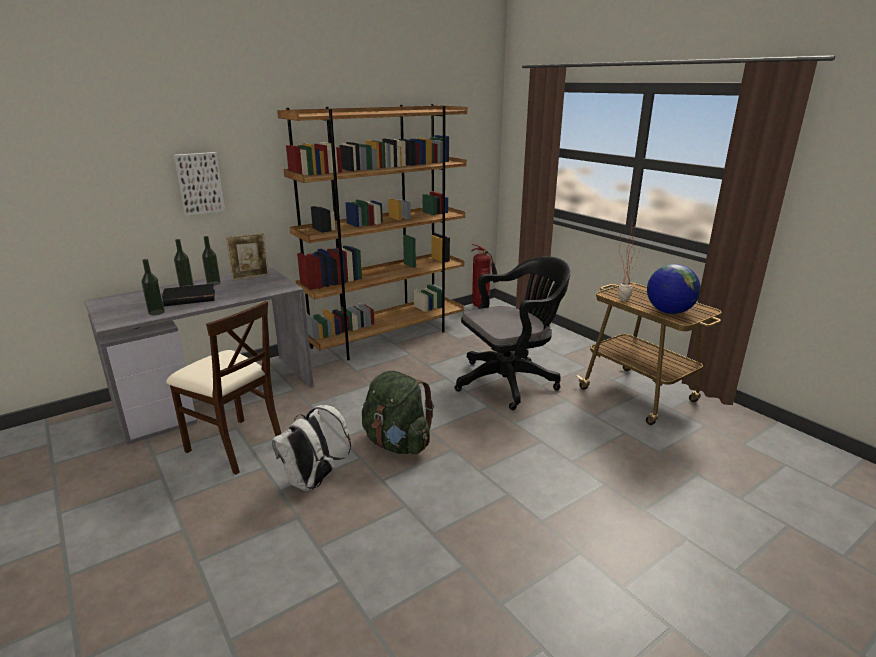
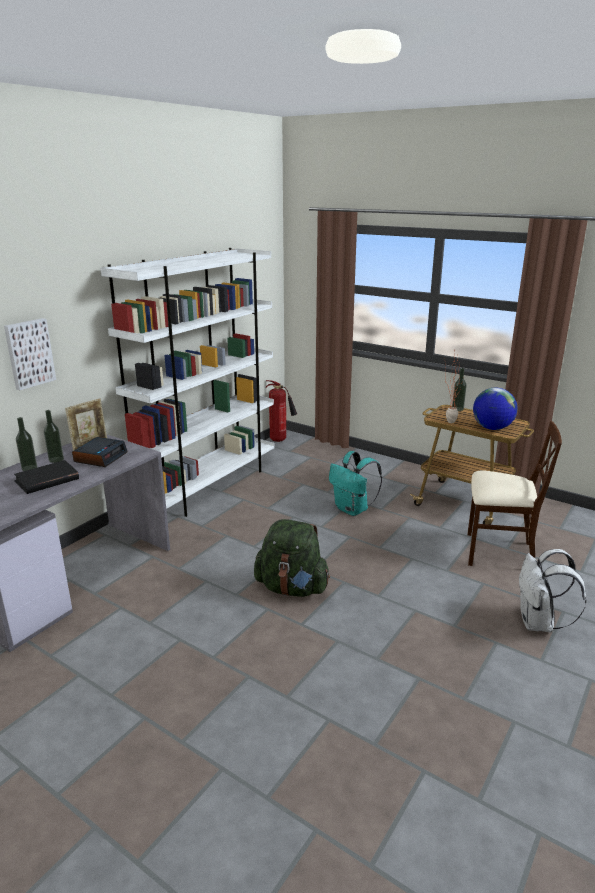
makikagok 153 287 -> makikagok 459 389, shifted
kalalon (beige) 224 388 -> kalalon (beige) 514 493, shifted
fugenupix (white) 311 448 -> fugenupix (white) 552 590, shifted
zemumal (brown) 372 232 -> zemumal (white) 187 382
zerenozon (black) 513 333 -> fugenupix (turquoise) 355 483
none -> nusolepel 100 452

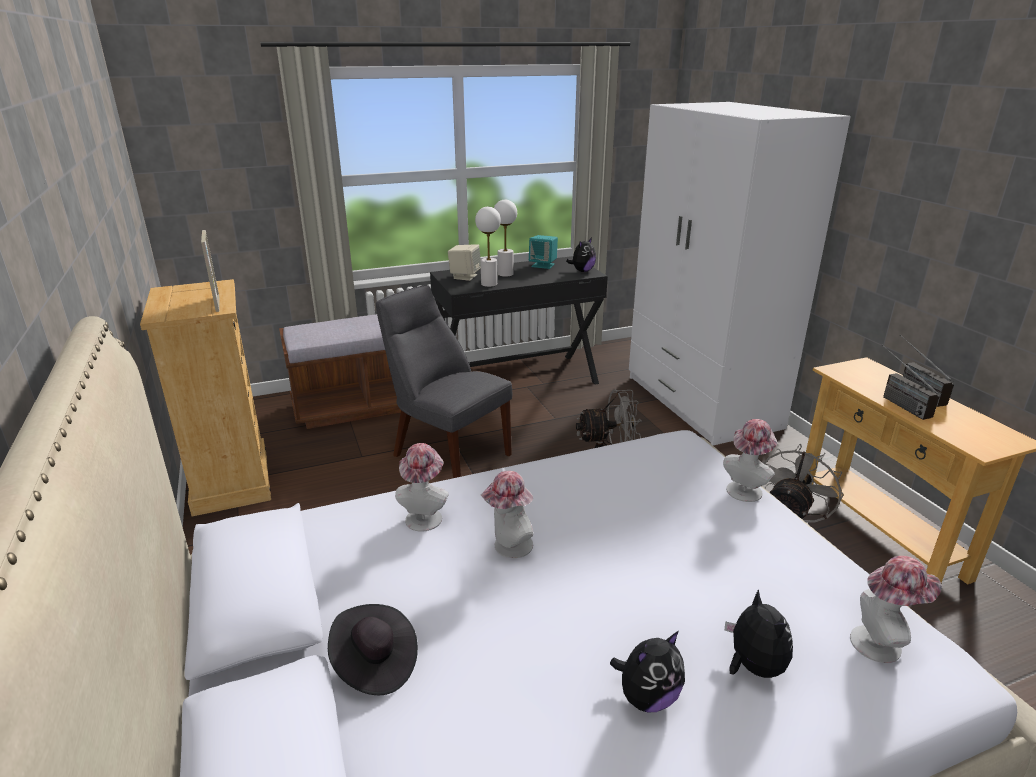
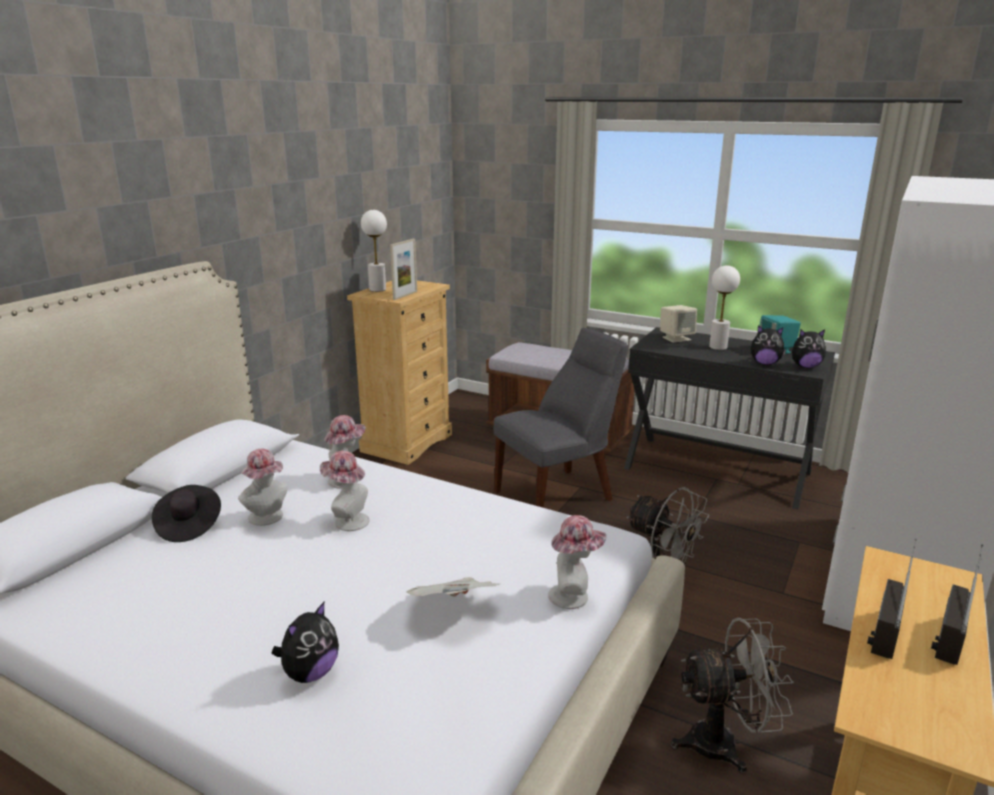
kalalon (grey) 444 381 -> kalalon (grey) 561 418, 60 degrees clockwise
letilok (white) 488 247 -> letilok (white) 374 251, shifted
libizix 647 672 -> libizix 768 345, shifted
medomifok 896 609 -> medomifok 262 487, shifted
none -> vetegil 452 587

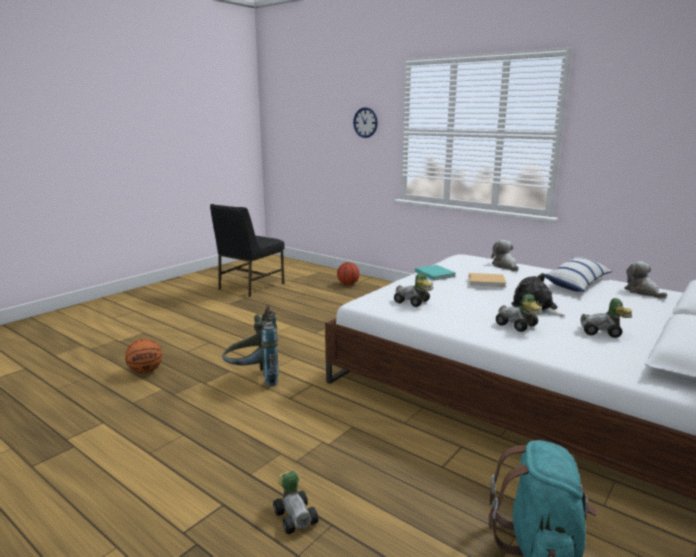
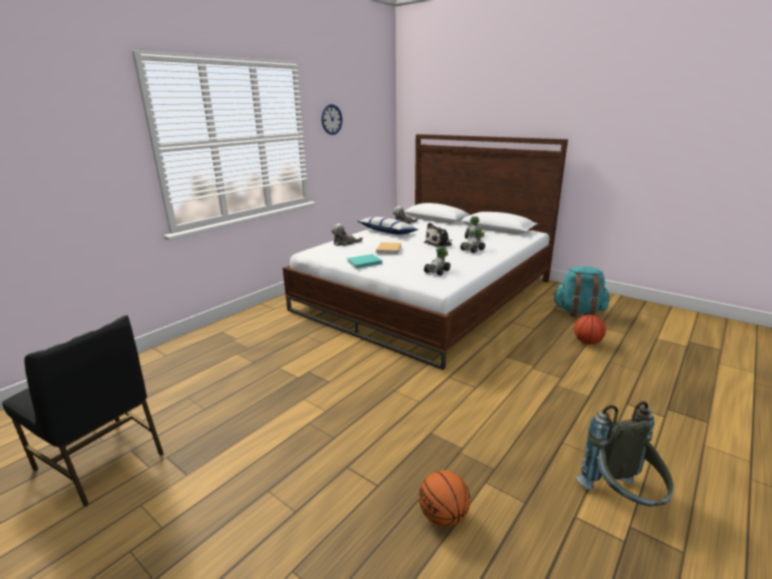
fugenupix (grey) 250 346 -> fugenupix (grey) 625 453, shifted
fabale 295 502 -> none
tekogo 348 273 -> tekogo 590 329, shifted
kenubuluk 365 122 -> kenubuluk 332 119, shifted

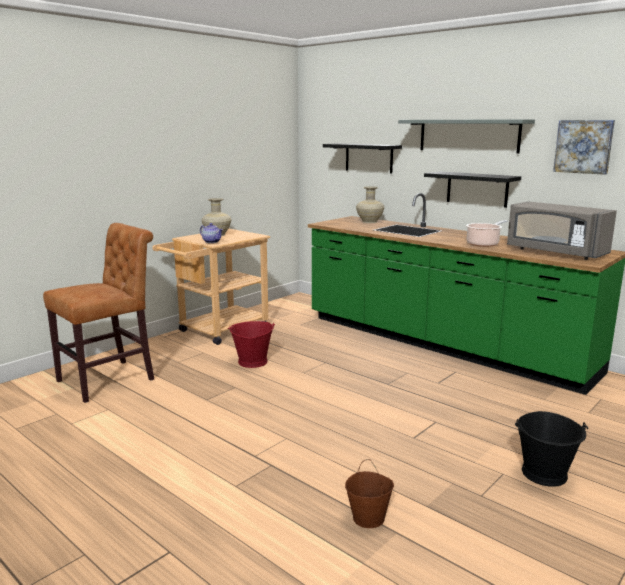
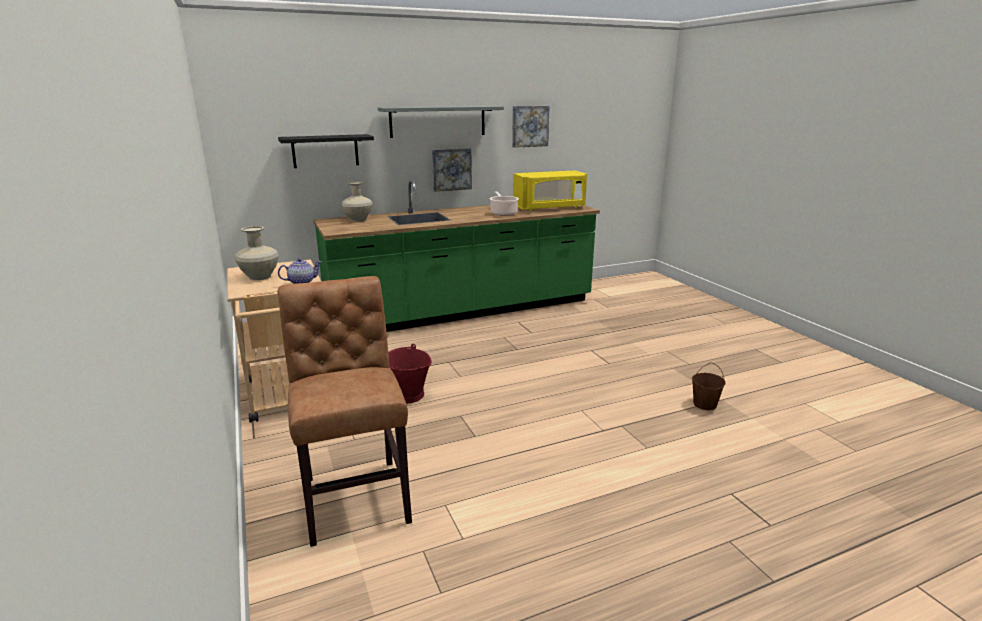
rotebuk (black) 472 189 -> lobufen 452 170
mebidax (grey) 562 230 -> mebidax (yellow) 550 190
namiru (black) 551 449 -> none

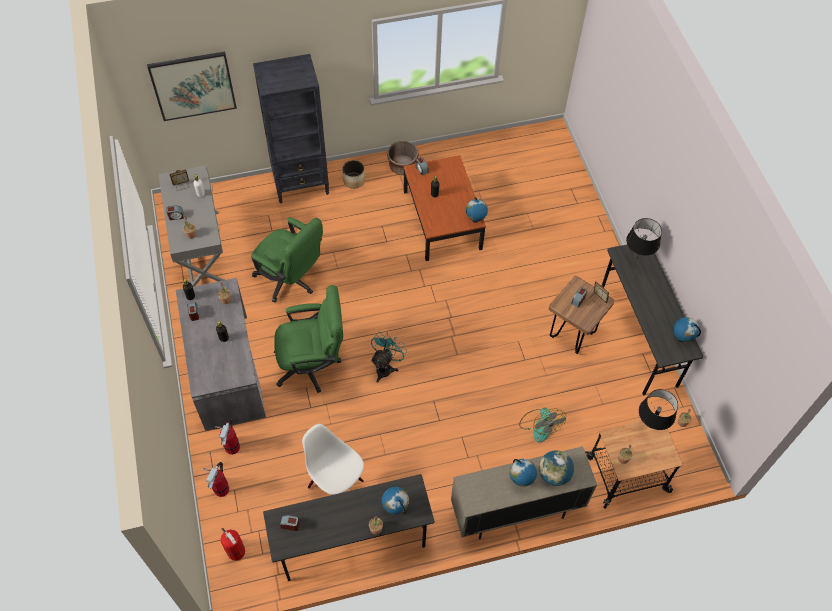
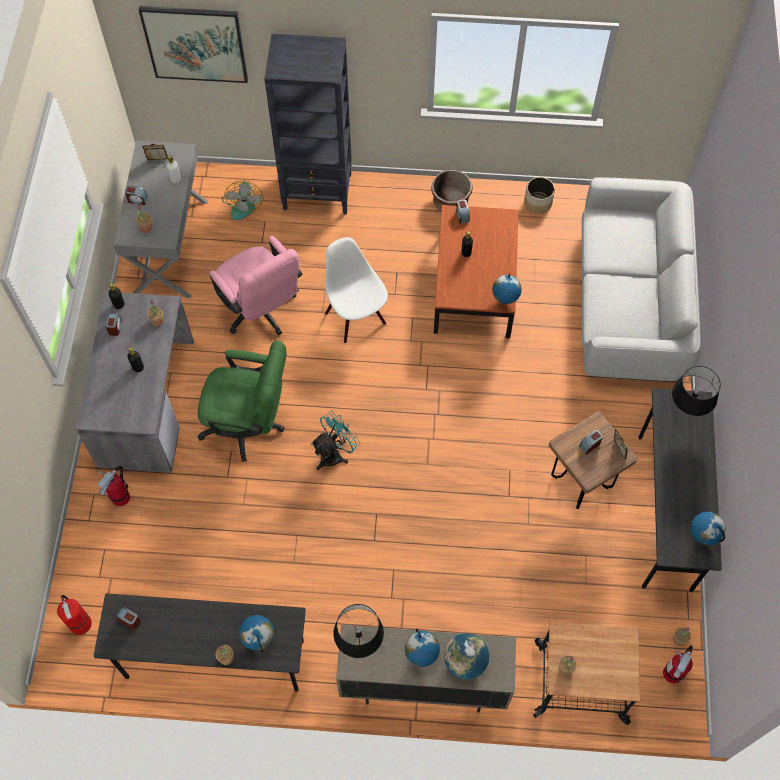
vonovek 216 479 -> vonovek 678 665, shifted
zerenozon (green) 287 260 -> zerenozon (pink) 256 286
kalalon (white) 333 459 -> kalalon (white) 356 290, shifted
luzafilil 353 174 -> luzafilil 539 195, shifted
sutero 542 425 -> sutero 243 200, shifted
letilok (black) 658 409 -> letilok (black) 358 631, shifted
none -> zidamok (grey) 641 279

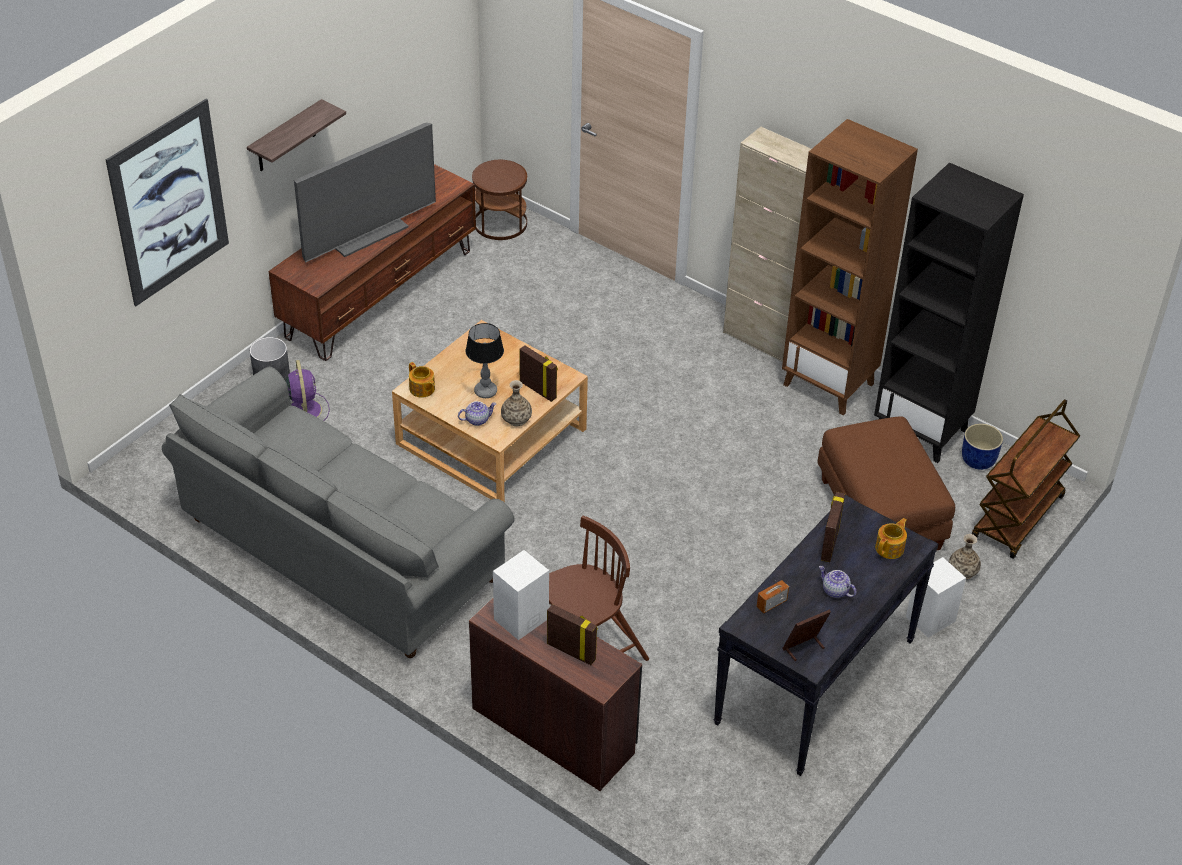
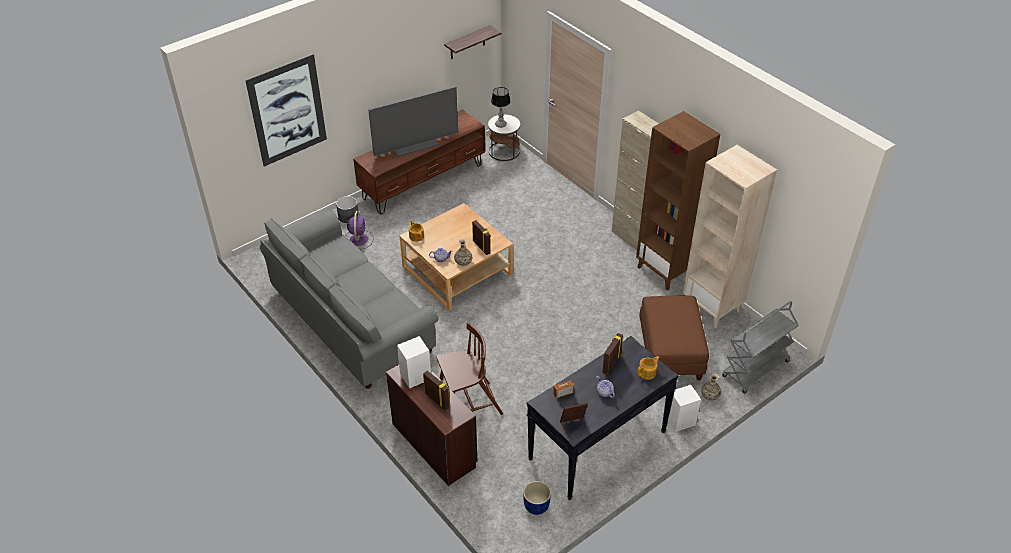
rotebuk 296 135 -> rotebuk 472 42, shifted
letilok 485 360 -> letilok 501 107, shifted
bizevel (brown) 499 200 -> bizevel (white) 504 137
zemumal (black) 949 313 -> zemumal (beige) 730 236
luzafilil (blue) 982 446 -> luzafilil (blue) 537 498, shifted
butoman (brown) 1026 479 -> butoman (grey) 760 347

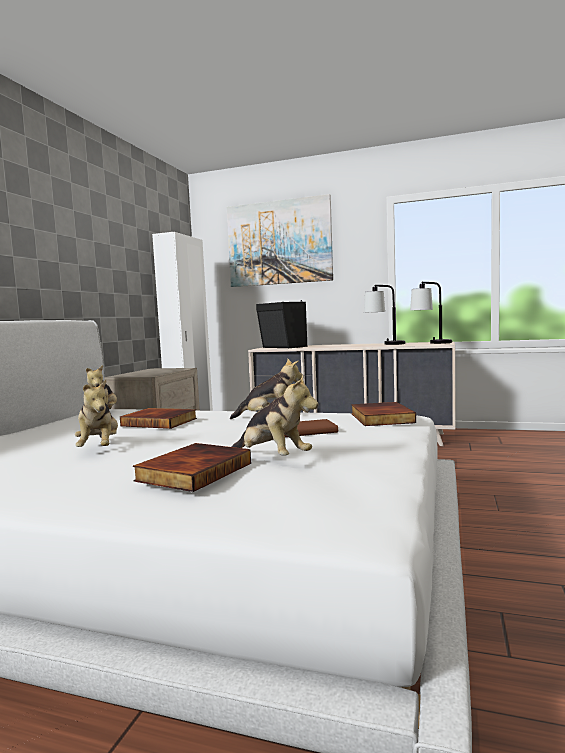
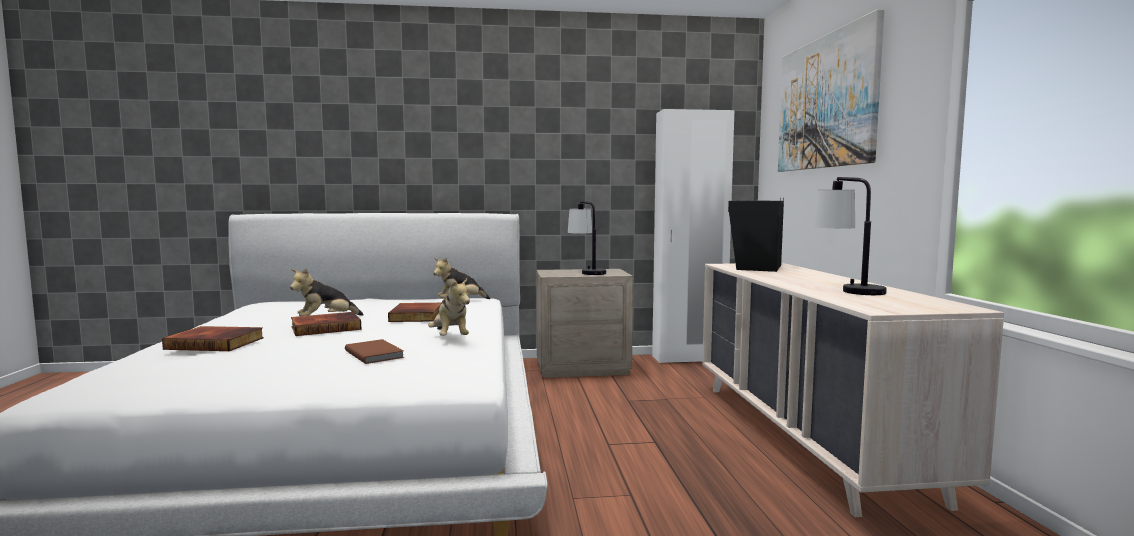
libizix 275 415 -> none
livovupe 383 414 -> livovupe 326 324, shifted
letilok 431 313 -> letilok 587 238, shifted

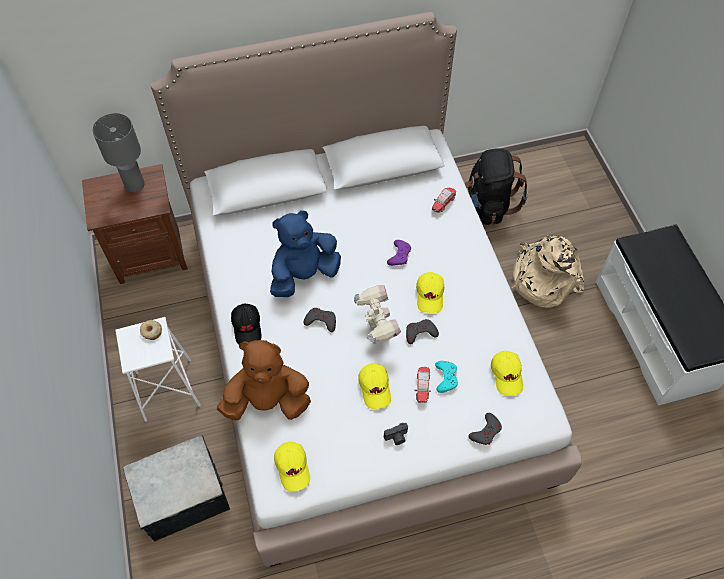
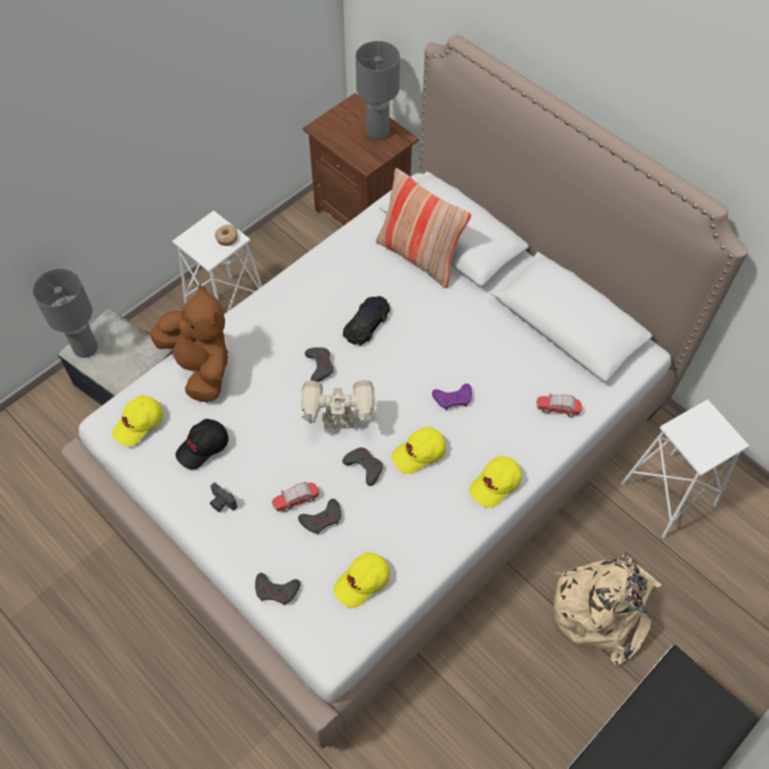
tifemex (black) 246 324 -> tifemex (black) 202 444, shifted
libizix (blue) 305 253 -> fabale (black) 366 320
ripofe 377 314 -> ripofe 338 404, 135 degrees counterclockwise
tifemex (yellow) 374 386 -> tifemex (yellow) 495 482, shifted
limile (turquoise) 446 377 -> limile (grey) 319 517
fugenupix (black) 496 186 -> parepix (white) 685 469
none -> letilok (grey) 65 313
none -> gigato 423 228

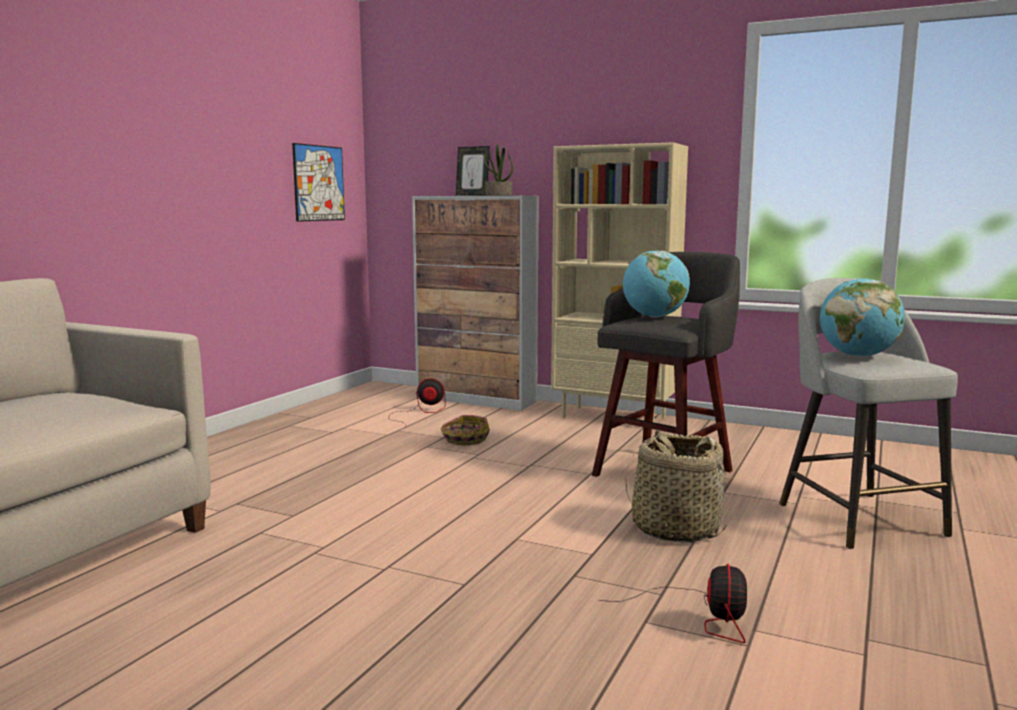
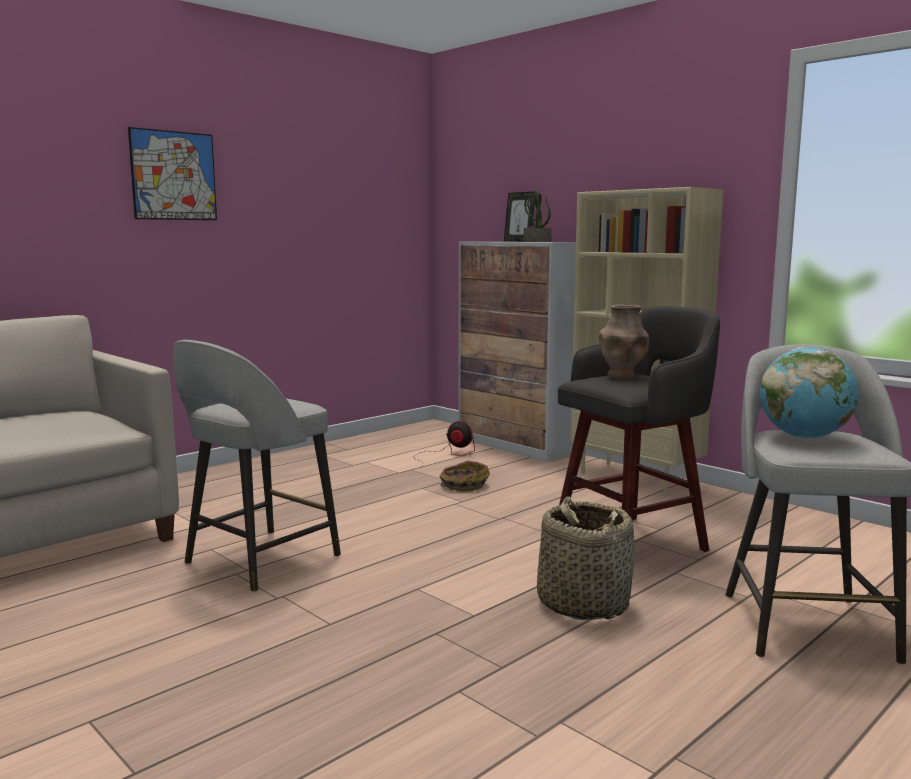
lobufen 318 182 -> lobufen 172 173, shifted
sutero 673 603 -> none
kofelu 656 284 -> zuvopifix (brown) 624 341
none -> parepix (grey) 257 466

